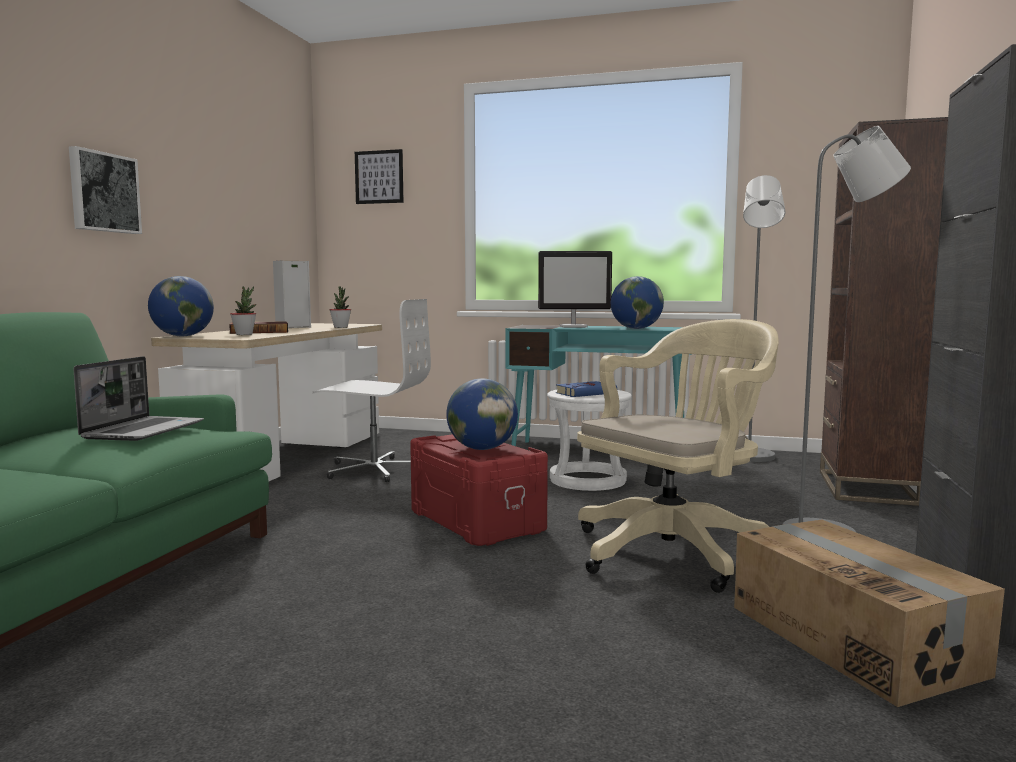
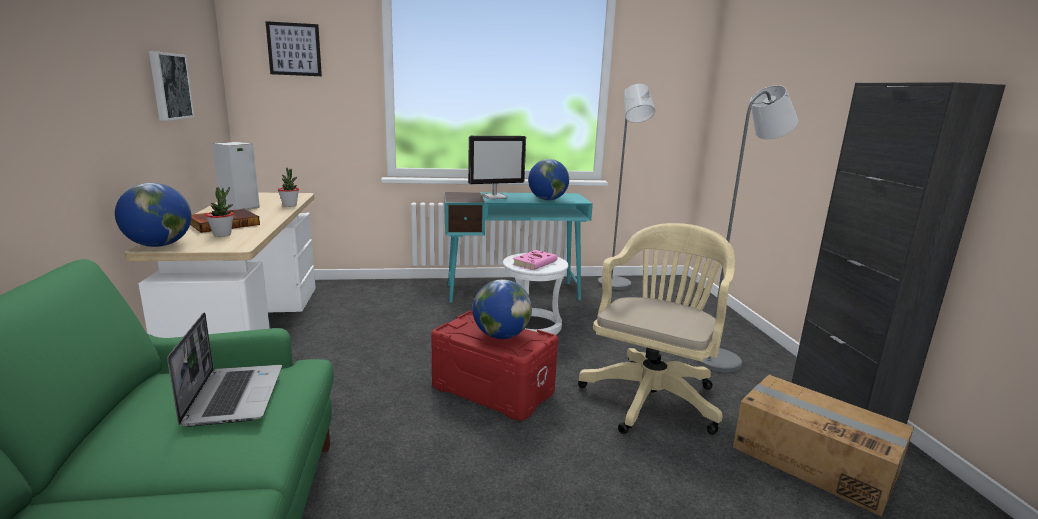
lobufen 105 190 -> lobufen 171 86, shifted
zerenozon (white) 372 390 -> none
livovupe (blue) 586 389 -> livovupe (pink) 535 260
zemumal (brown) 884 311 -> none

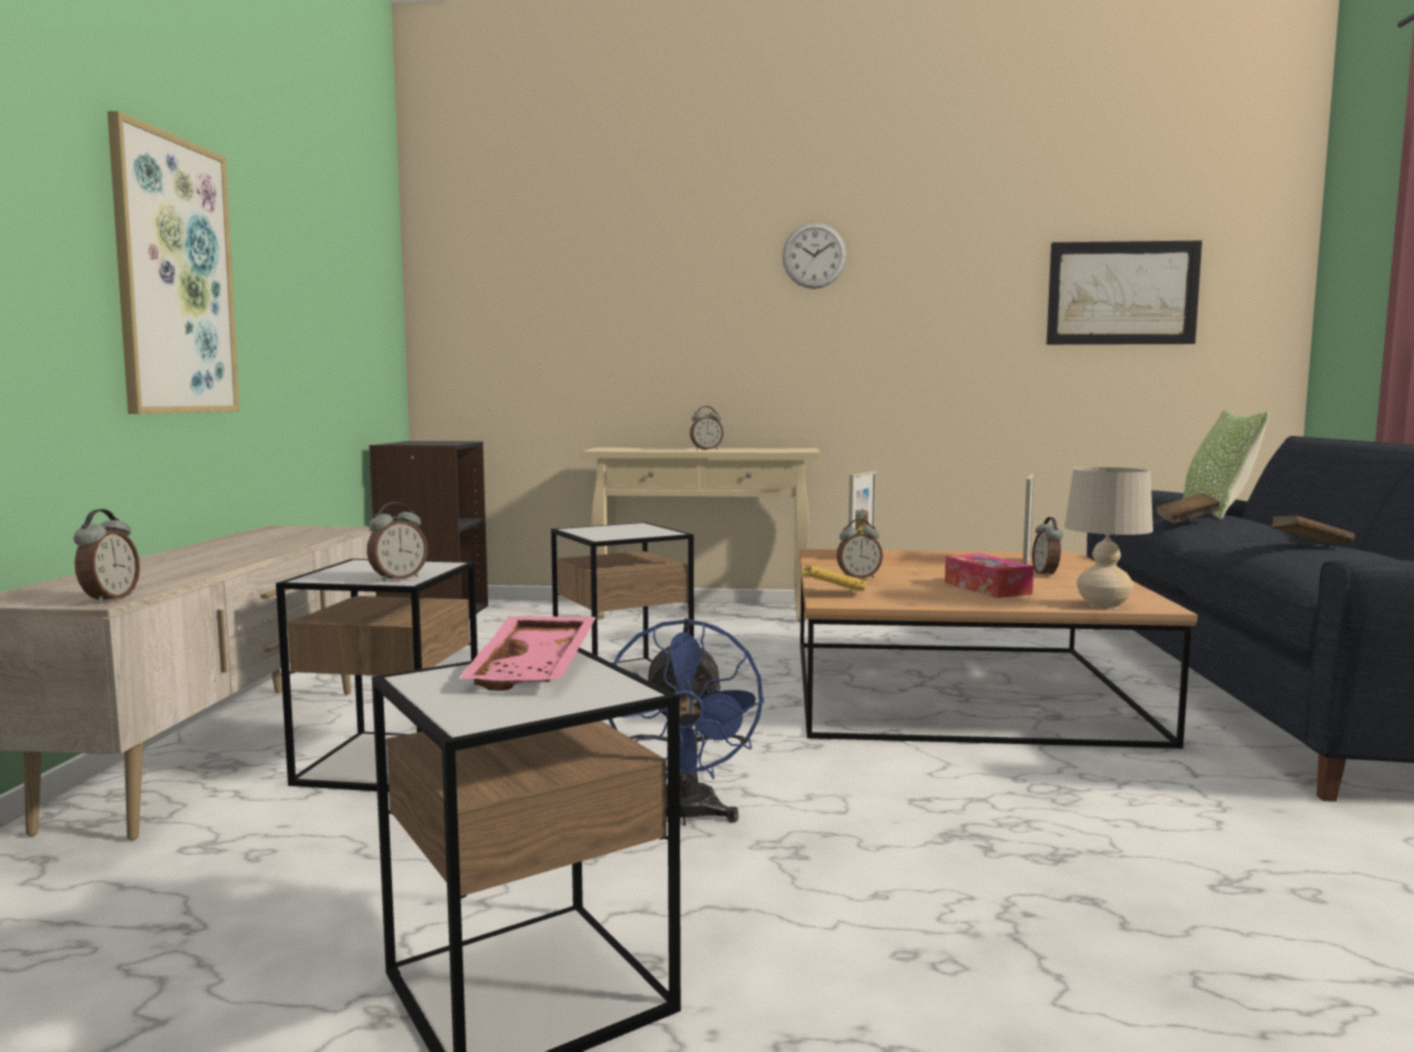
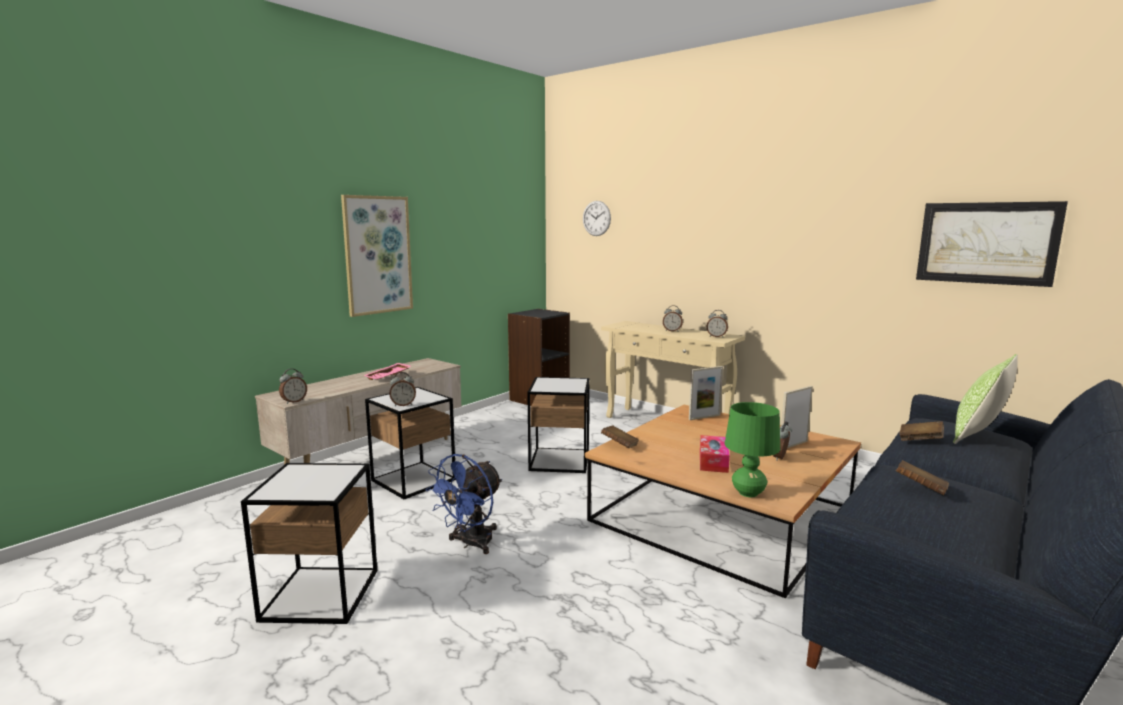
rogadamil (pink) 527 653 -> rogadamil (pink) 387 371, shifted
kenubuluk 814 256 -> kenubuluk 597 218, shifted
livovupe (yellow) 834 578 -> livovupe (brown) 620 436
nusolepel 860 548 -> nusolepel 717 323, shifted
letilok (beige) 1108 538 -> letilok (green) 752 449

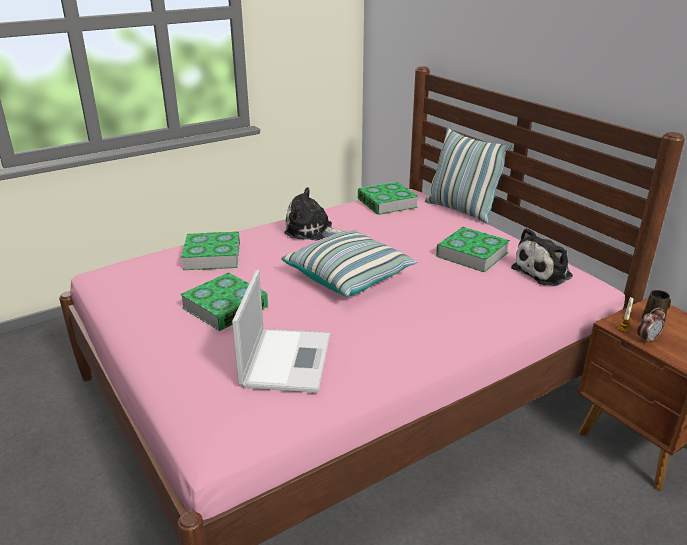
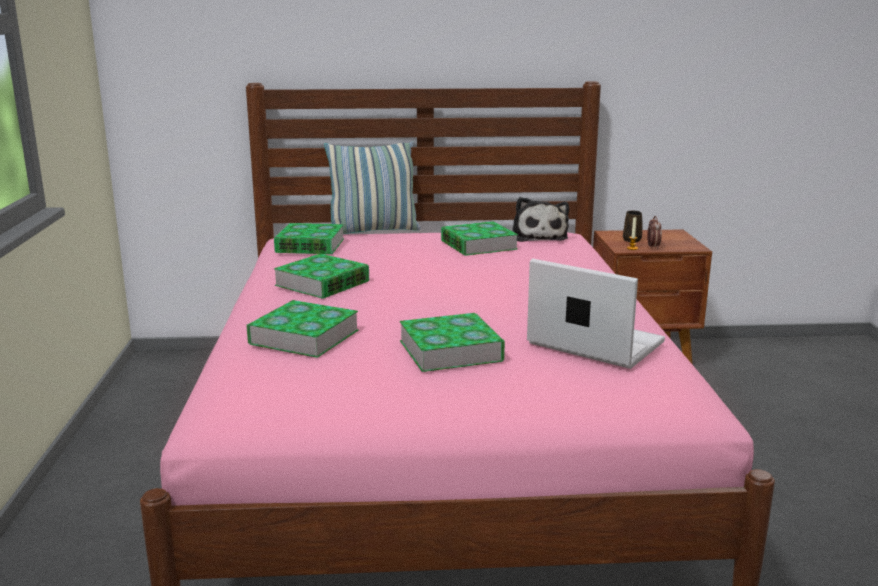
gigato 349 263 -> none
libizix 313 214 -> livovupe 321 276

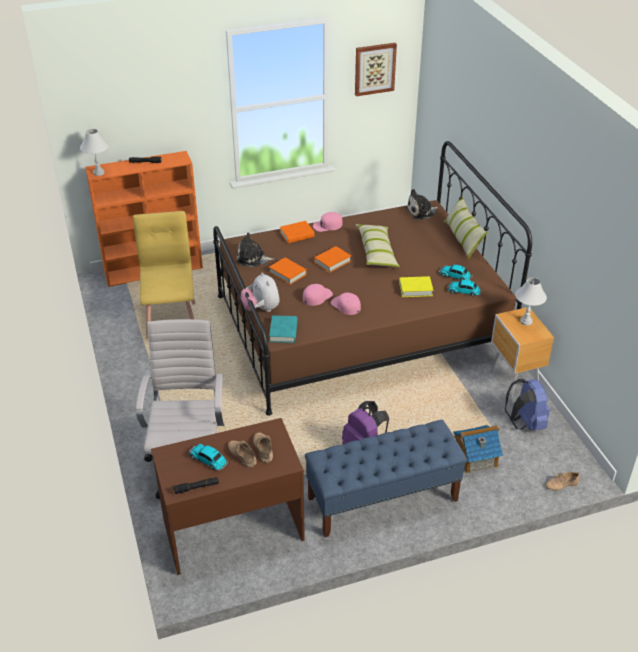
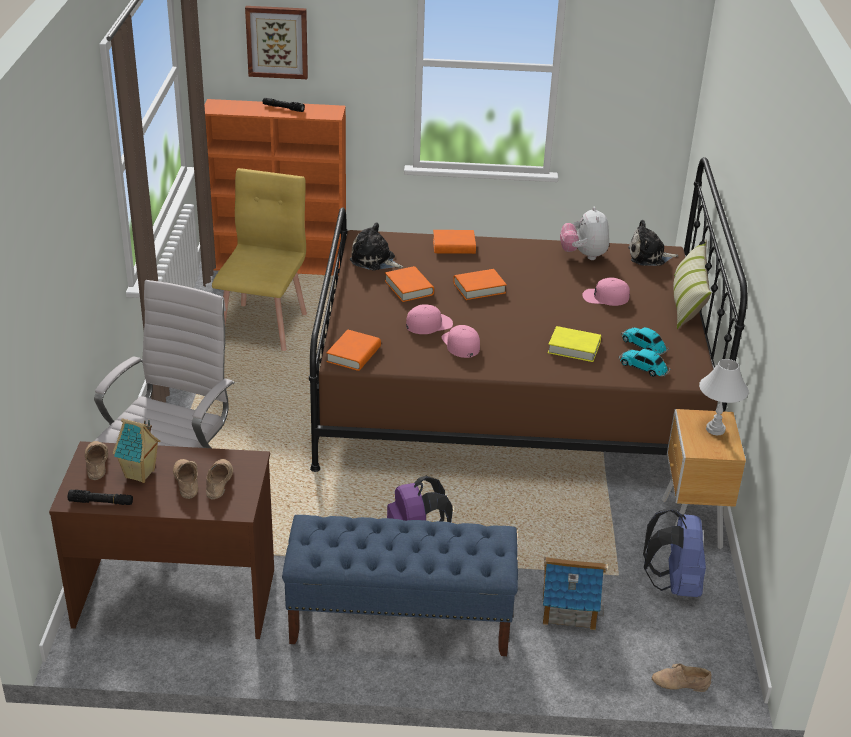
letilok (white) 94 152 -> none
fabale 208 457 -> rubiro 136 450
libizix 260 292 -> libizix 584 233, shifted
livovupe (turquoise) 283 329 -> livovupe (orange) 353 350
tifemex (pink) 328 222 -> tifemex (pink) 606 291, shifted
lobufen 376 69 -> lobufen 276 42, shifted
gigato 377 245 -> none
none -> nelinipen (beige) 96 460

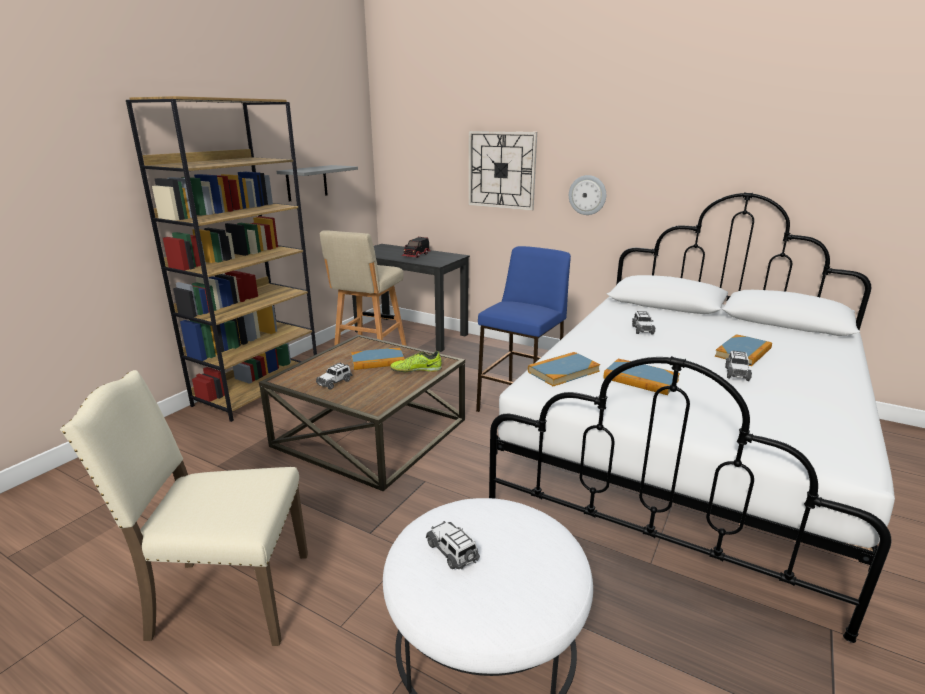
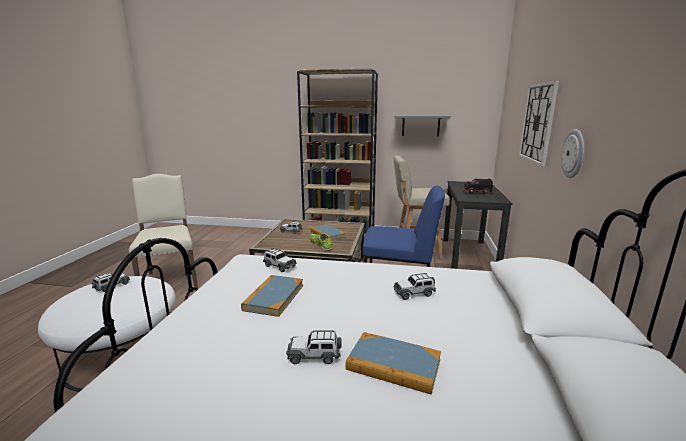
livovupe 564 369 -> fabale 280 260

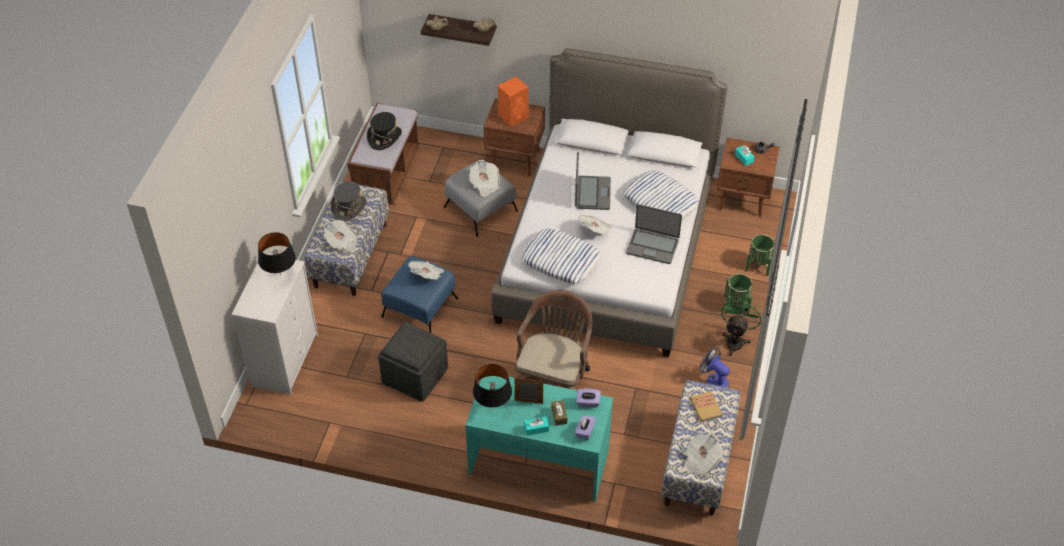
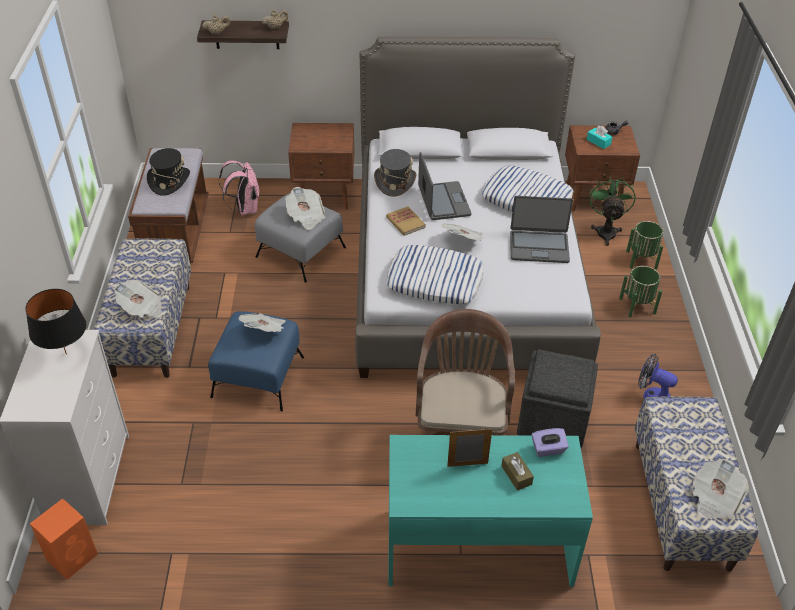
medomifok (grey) 349 201 -> medomifok (grey) 395 173, shifted
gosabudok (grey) 413 362 -> gosabudok (grey) 557 398, shifted
letilok (black) 492 385 -> none
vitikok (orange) 513 101 -> vitikok (orange) 64 539, shifted
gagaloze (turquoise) 536 426 -> none
gagaloze (purple) 585 427 -> none
livovupe 706 406 -> livovupe 406 221, shifted
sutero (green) 742 326 -> sutero (green) 613 210, shifted
none -> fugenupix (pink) 238 188

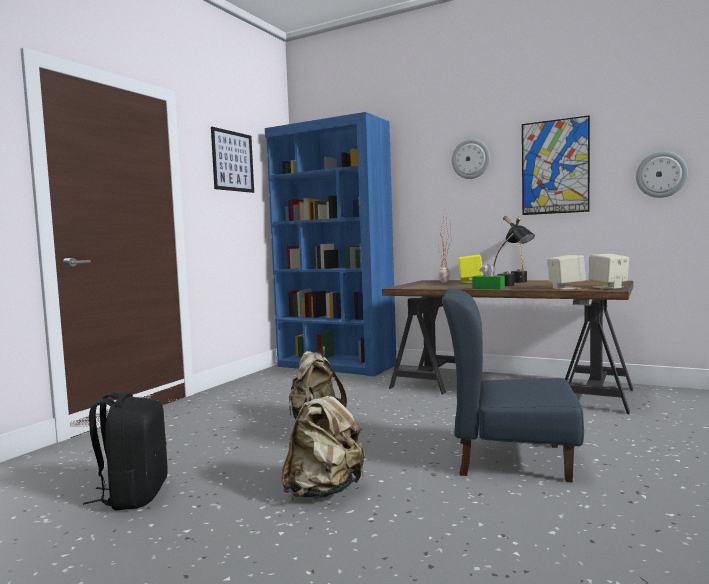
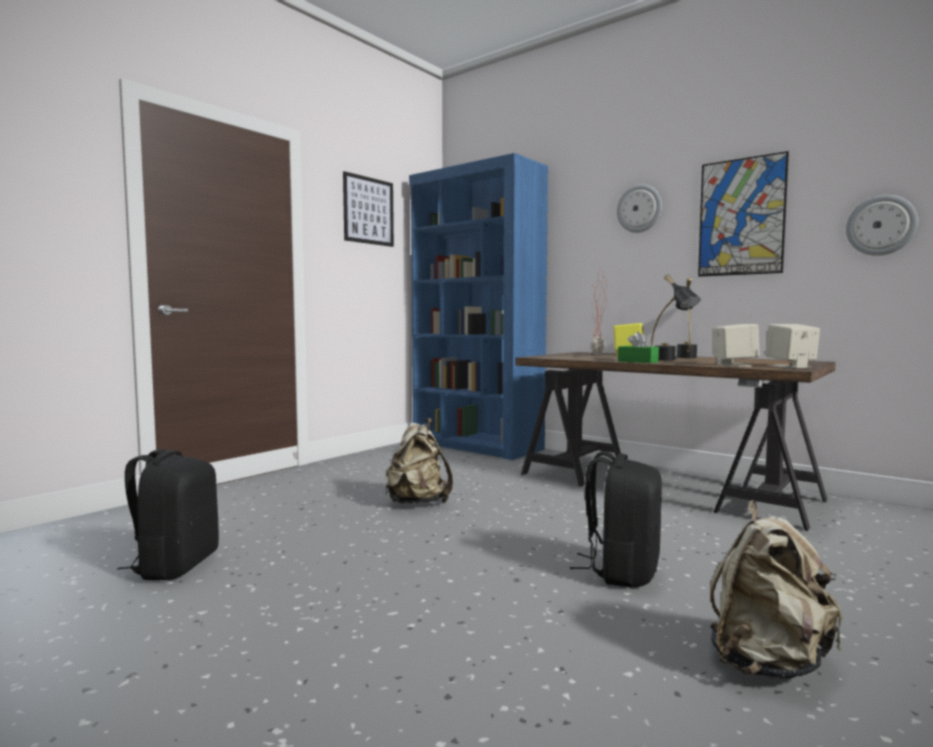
fugenupix (beige) 323 443 -> fugenupix (beige) 776 589, shifted
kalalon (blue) 513 385 -> fugenupix (black) 616 519

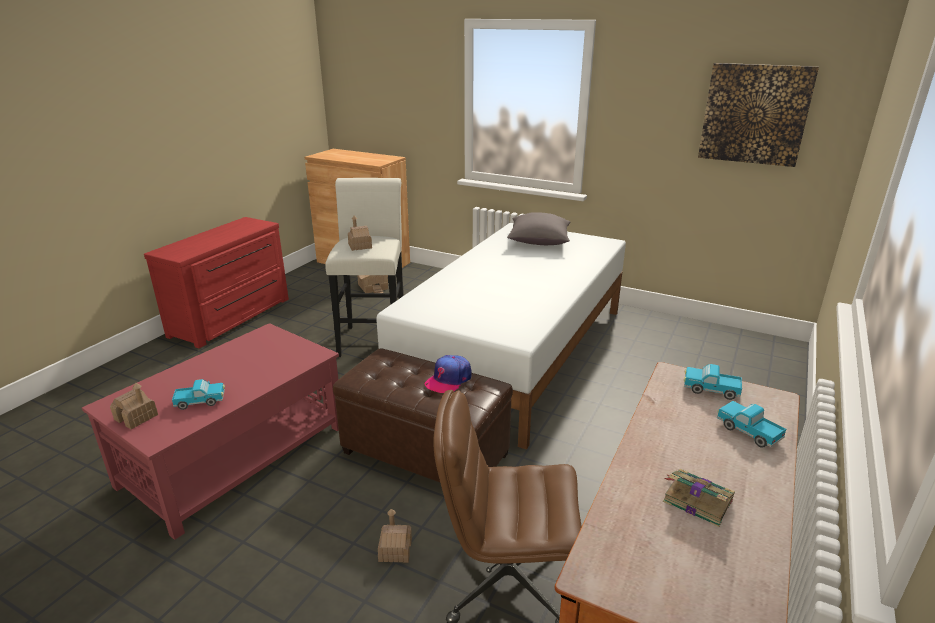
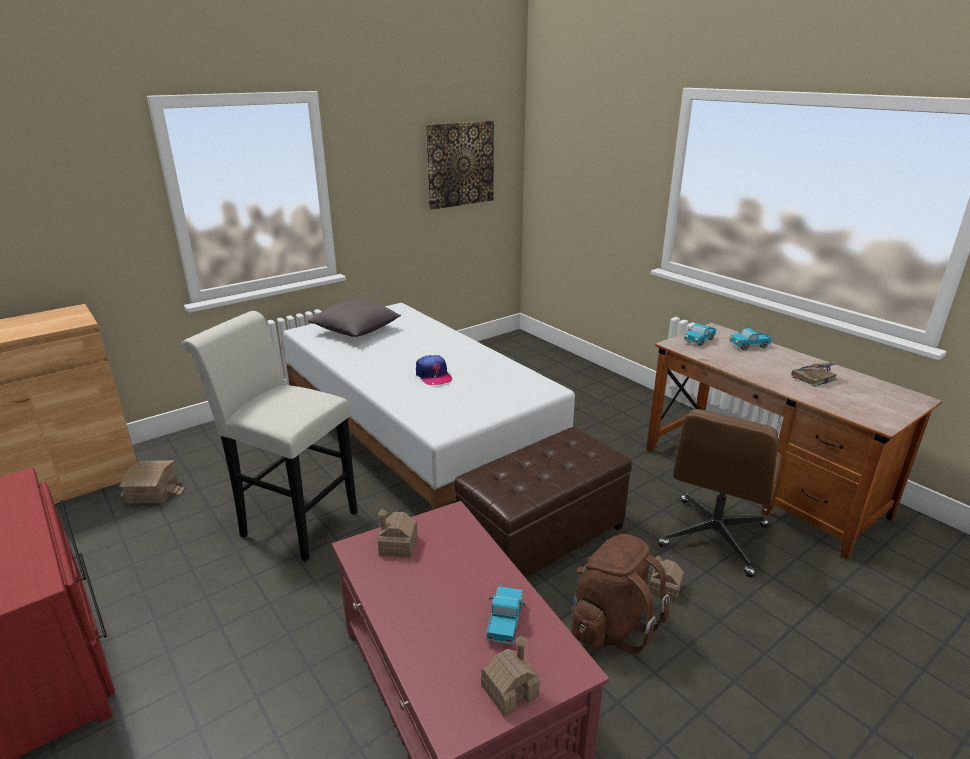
rubiro 360 233 -> rubiro 398 533, shifted
tifemex 448 374 -> tifemex 434 370, shifted
none -> fugenupix (brown) 620 594

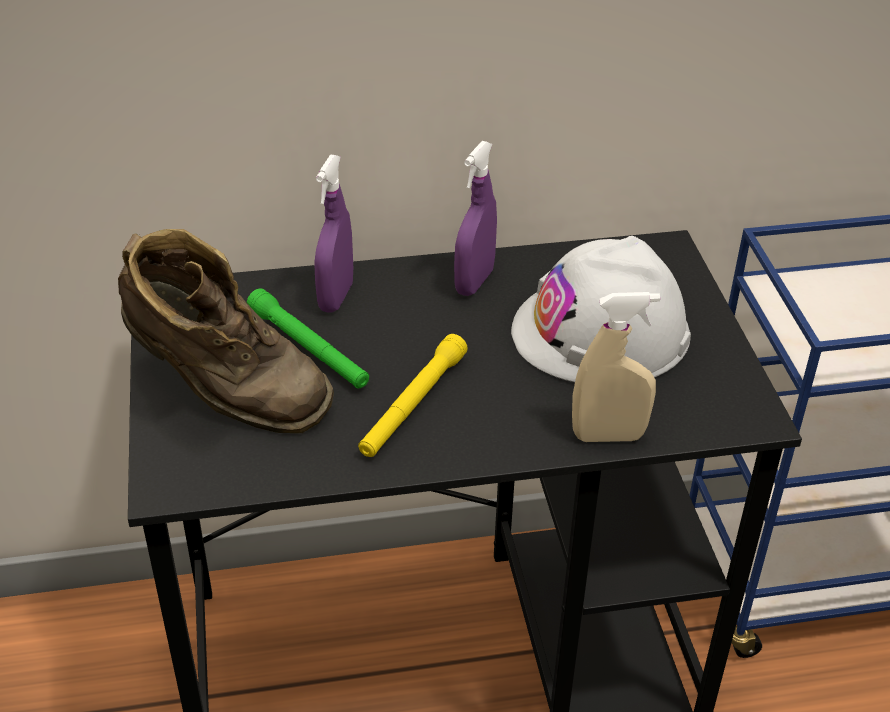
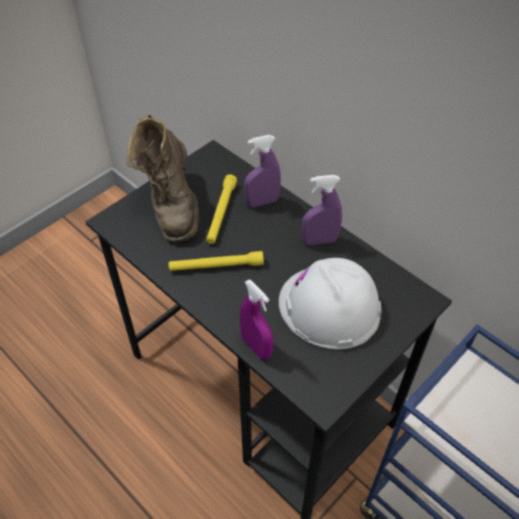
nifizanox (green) 308 338 -> nifizanox (yellow) 221 209
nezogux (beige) 616 367 -> nezogux (purple) 256 319

